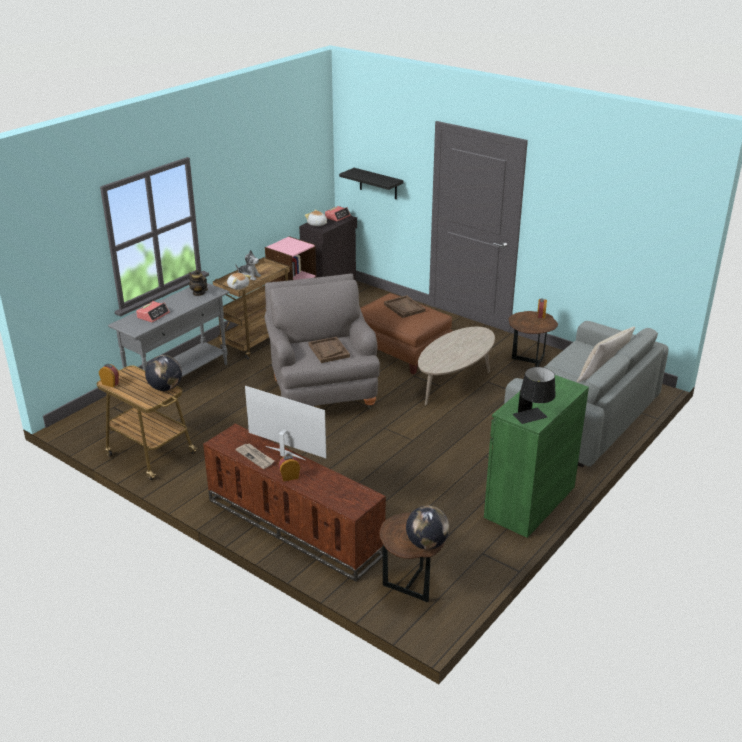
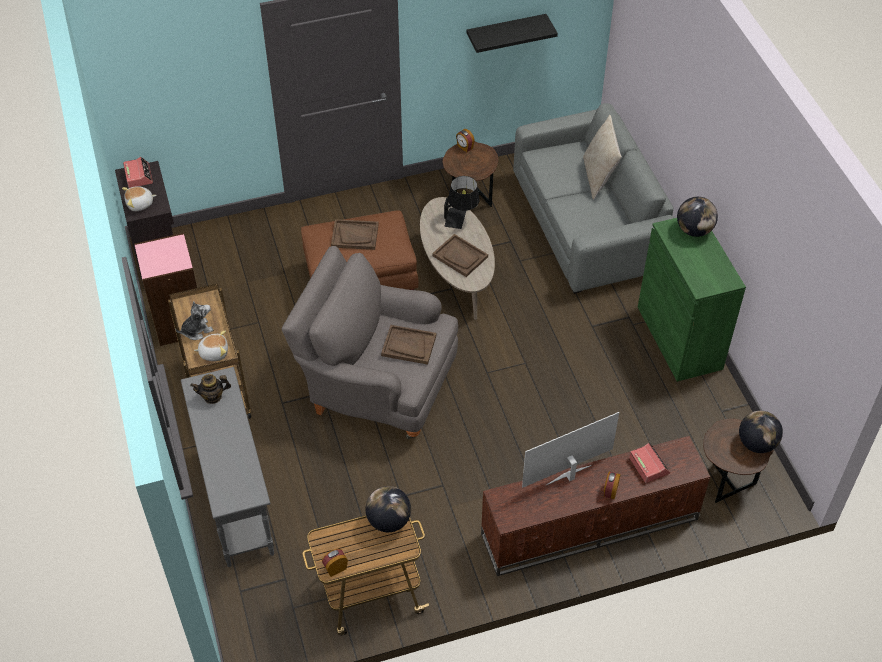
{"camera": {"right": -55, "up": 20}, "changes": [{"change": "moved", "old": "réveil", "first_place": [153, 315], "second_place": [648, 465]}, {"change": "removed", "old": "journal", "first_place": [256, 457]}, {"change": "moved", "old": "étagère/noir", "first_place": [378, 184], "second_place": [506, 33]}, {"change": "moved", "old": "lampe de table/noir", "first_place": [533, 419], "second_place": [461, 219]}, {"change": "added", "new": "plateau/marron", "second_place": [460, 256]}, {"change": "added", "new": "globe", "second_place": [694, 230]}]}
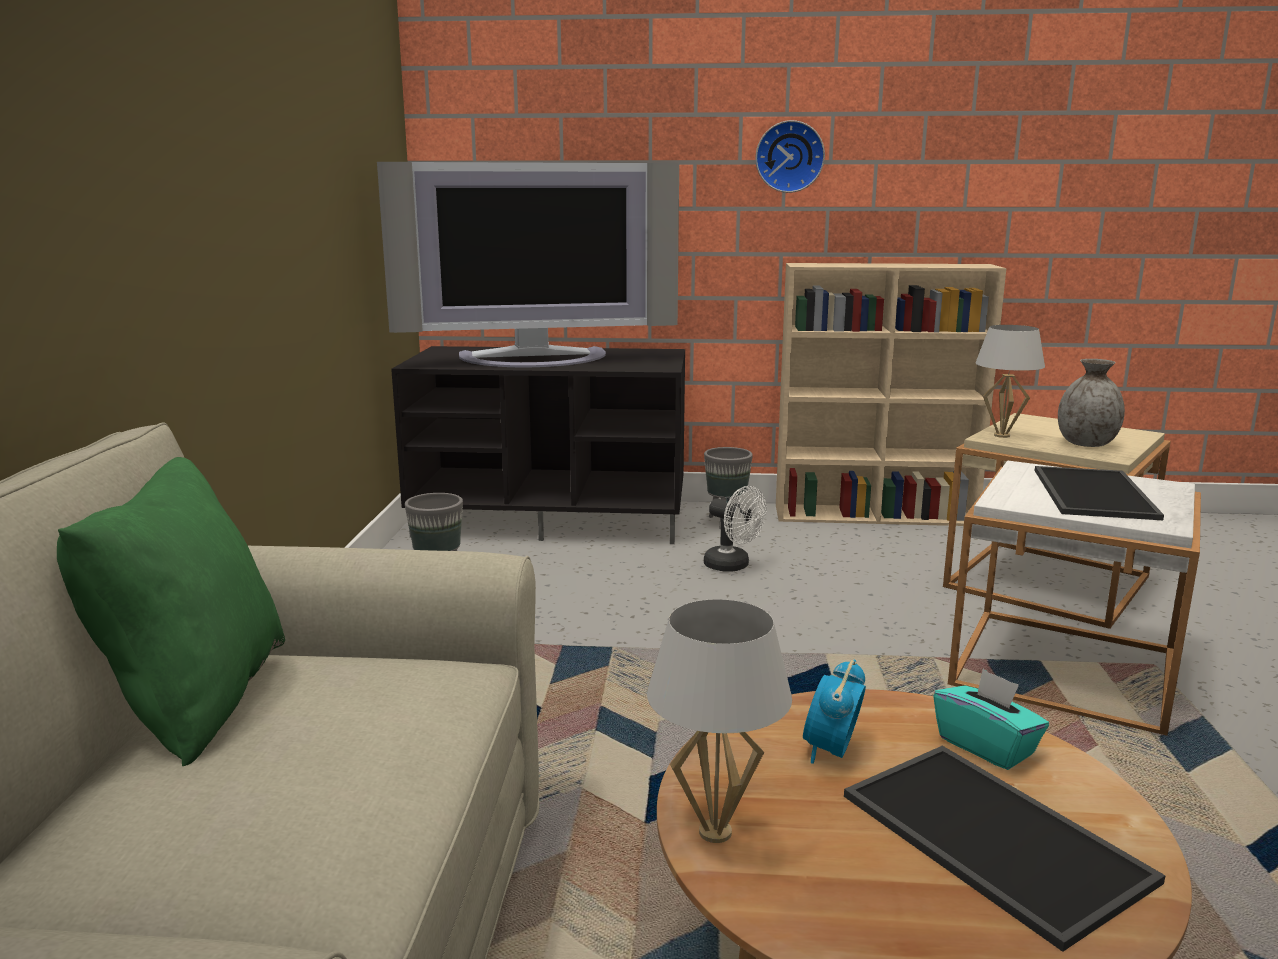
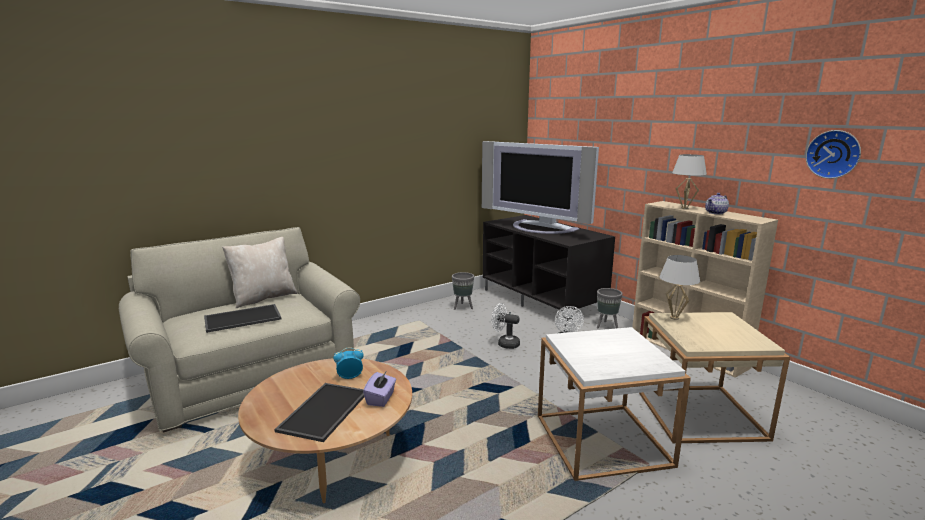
{"camera": {"right": 50, "up": 0}, "changes": [{"change": "recoloured", "old": "coussin/vert", "new": "coussin/beige", "first_place": [196, 700], "second_place": [263, 298]}, {"change": "moved", "old": "lampe de table/blanc", "first_place": [715, 832], "second_place": [684, 208]}, {"change": "moved", "old": "horloge murale", "first_place": [789, 157], "second_place": [833, 154]}, {"change": "recoloured", "old": "boîte à mouchoirs/turquoise", "new": "boîte à mouchoirs/violet", "first_place": [986, 746], "second_place": [381, 398]}, {"change": "moved", "old": "plateau", "first_place": [1090, 493], "second_place": [243, 318]}, {"change": "removed", "old": "vase/gris", "first_place": [1086, 444]}, {"change": "added", "new": "ventilateur/blanc", "second_place": [505, 344]}, {"change": "added", "new": "théière", "second_place": [716, 213]}]}
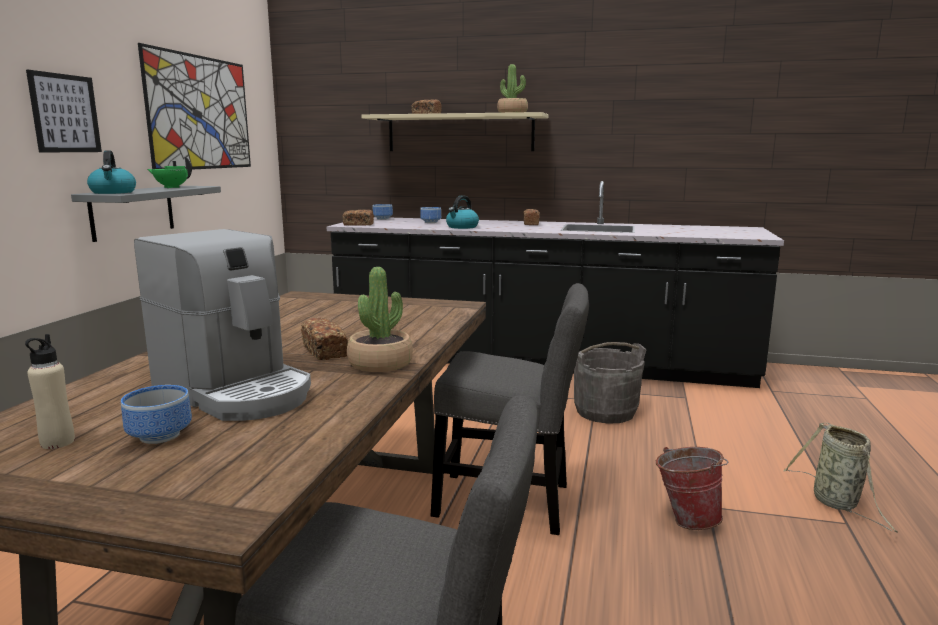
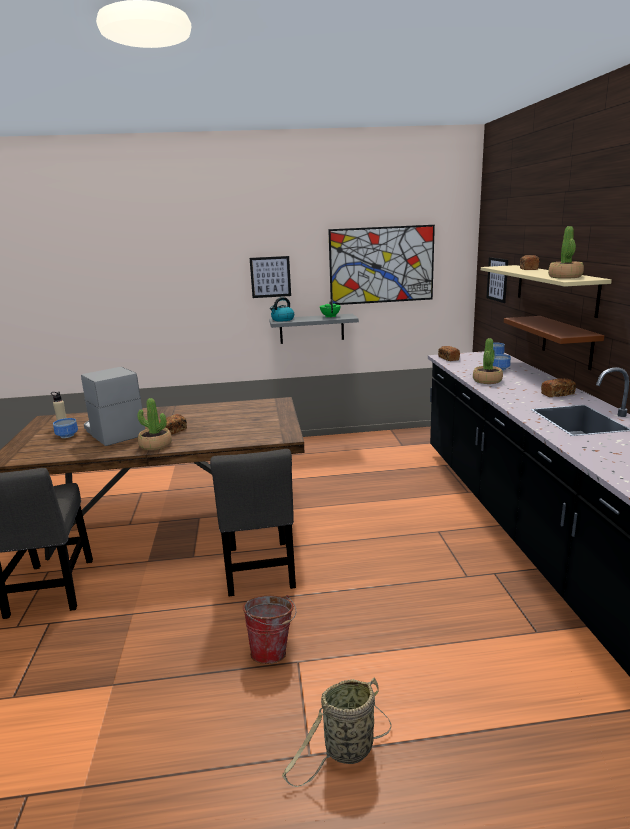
{"camera": {"right": 70, "up": 5}, "changes": [{"change": "turned", "old": "machine à café", "first_place": [235, 391], "second_place": [113, 432], "degrees": 120}, {"change": "replaced", "old": "bouilloire", "new": "plante en pot", "first_place": [462, 227], "second_place": [487, 381]}, {"change": "removed", "old": "seau/gris", "first_place": [605, 412]}, {"change": "added", "new": "tableau", "second_place": [497, 279]}, {"change": "added", "new": "étagère/marron", "second_place": [567, 342]}]}
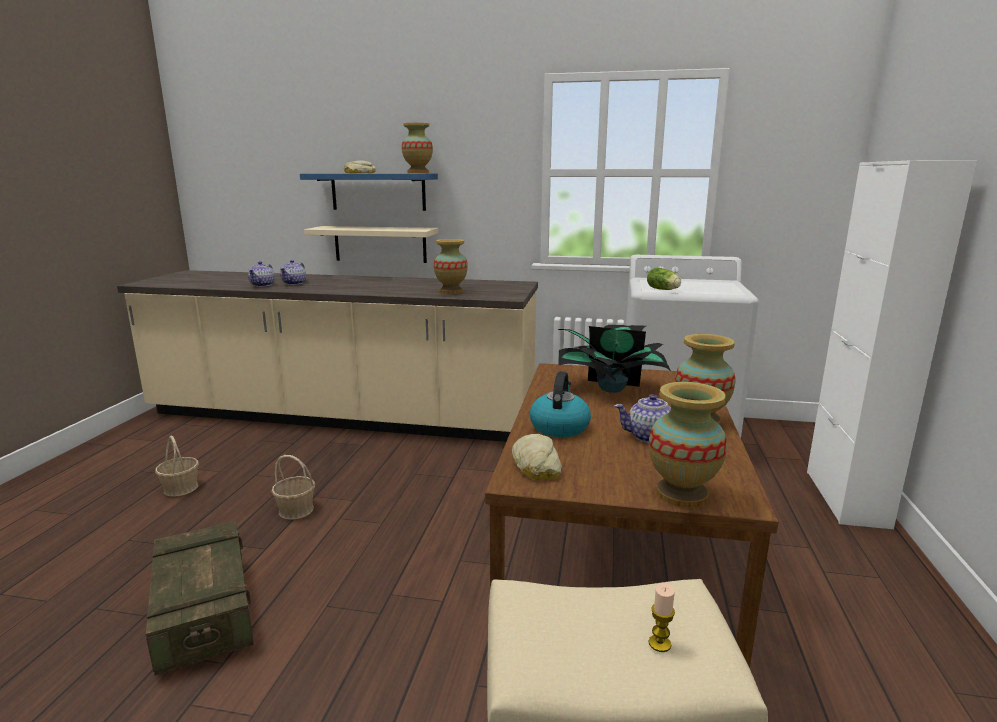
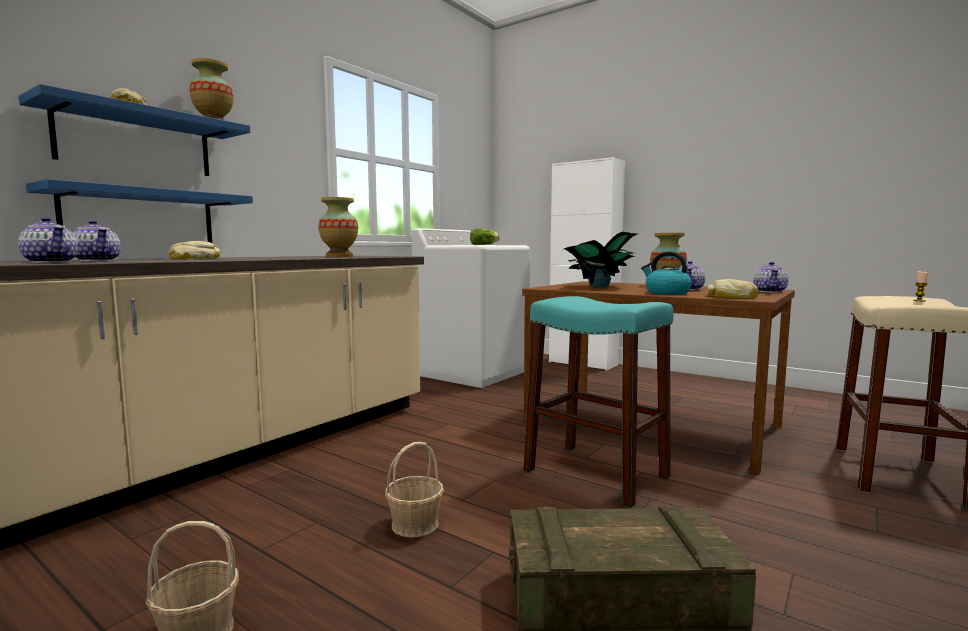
{"camera": {"right": -65, "up": -10}, "changes": [{"change": "recoloured", "old": "étagère/beige", "new": "étagère/bleu", "first_place": [380, 244], "second_place": [140, 217]}, {"change": "replaced", "old": "vase", "new": "théière", "first_place": [682, 495], "second_place": [770, 291]}, {"change": "added", "new": "pain", "second_place": [194, 258]}, {"change": "added", "new": "tabouret/turquoise", "second_place": [595, 473]}]}
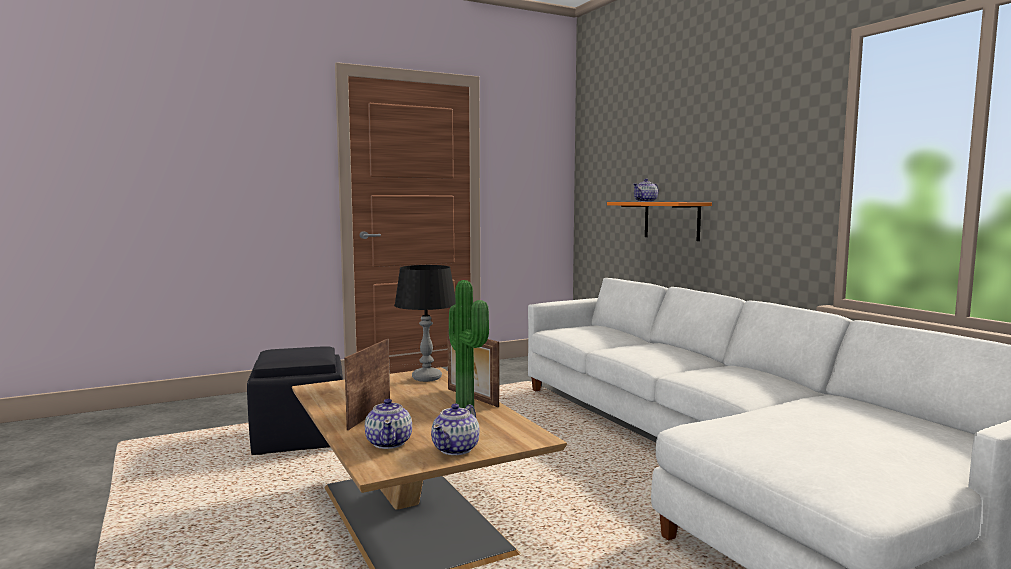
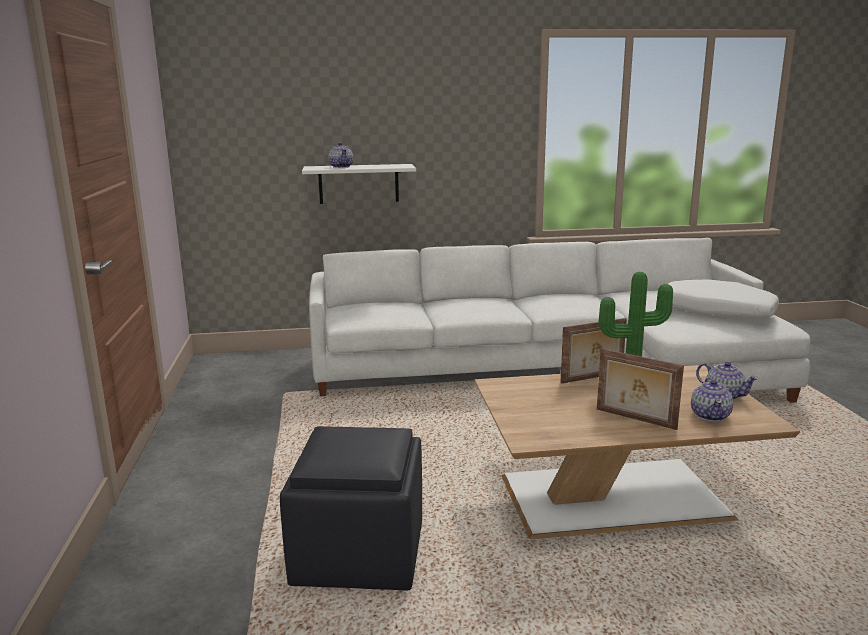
{"camera": {"right": -70, "up": 10}, "changes": [{"change": "turned", "old": "théière", "first_place": [389, 443], "second_place": [710, 415], "degrees": 90}, {"change": "removed", "old": "lampe de table/noir", "first_place": [427, 378]}, {"change": "recoloured", "old": "étagère/orange", "new": "étagère/blanc", "first_place": [671, 220], "second_place": [358, 183]}, {"change": "added", "new": "coussin/blanc", "second_place": [715, 312]}]}
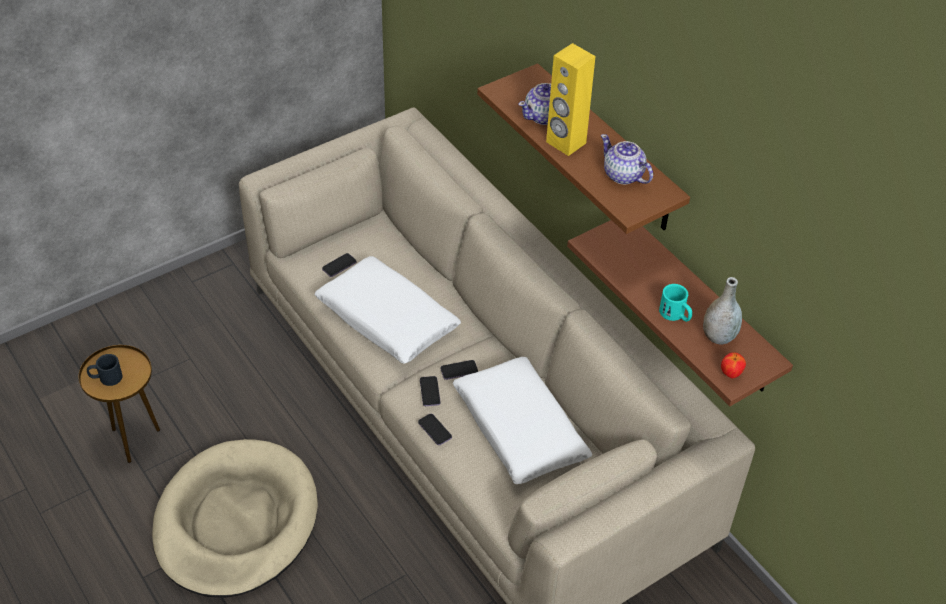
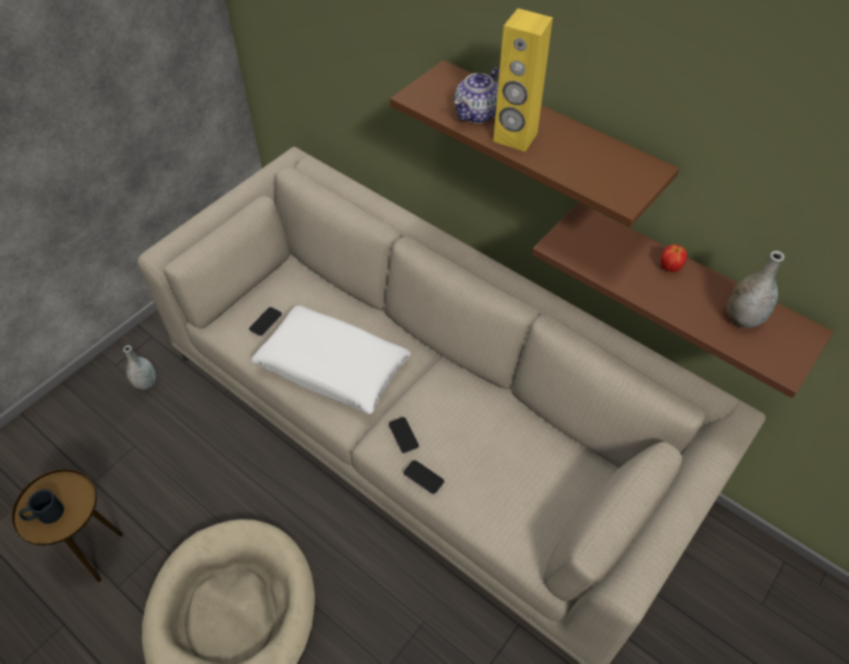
{"camera": {"right": -15, "up": 5}, "changes": [{"change": "removed", "old": "téléphone", "first_place": [459, 370]}, {"change": "removed", "old": "coussin/blanc", "first_place": [519, 429]}, {"change": "removed", "old": "théière", "first_place": [623, 175]}, {"change": "removed", "old": "mug/turquoise", "first_place": [675, 315]}, {"change": "moved", "old": "pomme", "first_place": [730, 374], "second_place": [669, 268]}, {"change": "added", "new": "vase/gris", "second_place": [146, 383]}]}
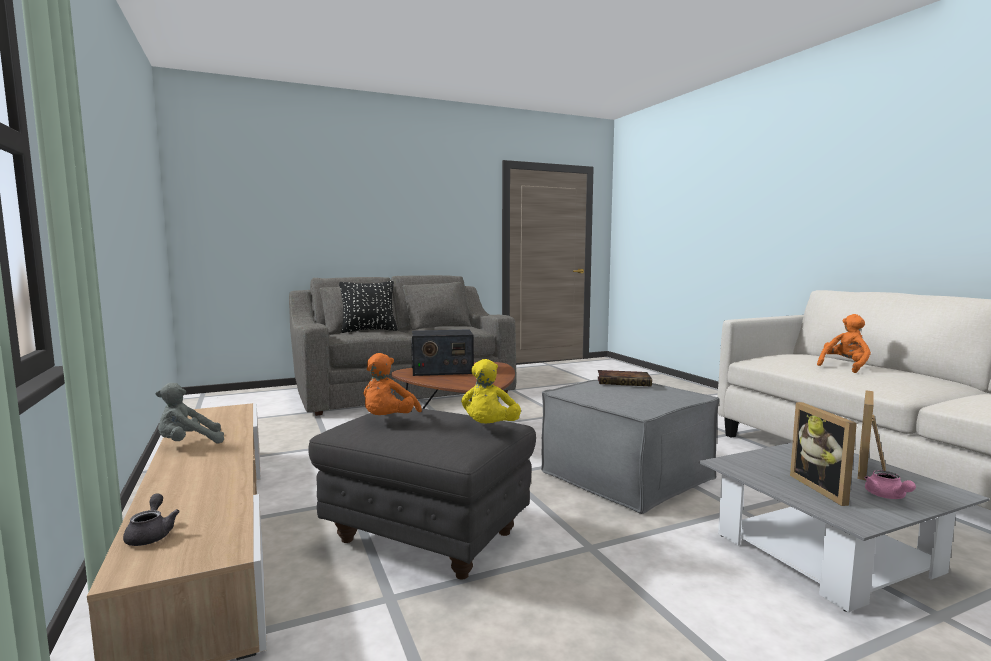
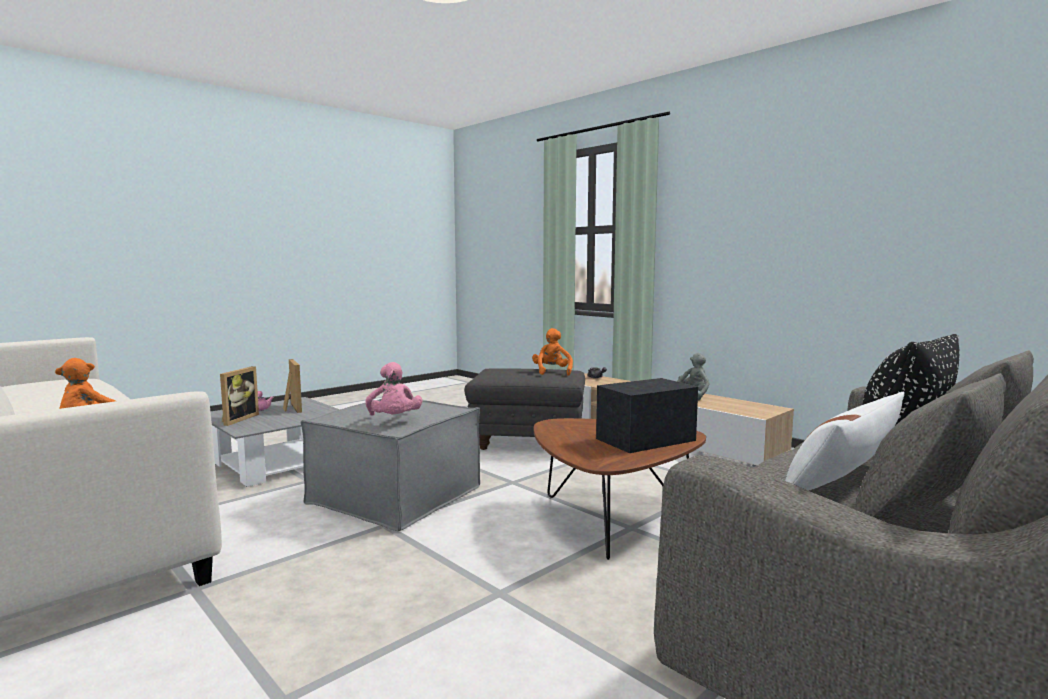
{"camera": {"right": 160, "up": 0}, "changes": [{"change": "removed", "old": "peluche/jaune", "first_place": [489, 429]}, {"change": "replaced", "old": "livre", "new": "peluche/rose", "first_place": [625, 382], "second_place": [394, 419]}, {"change": "added", "new": "coussin/blanc", "second_place": [843, 480]}]}
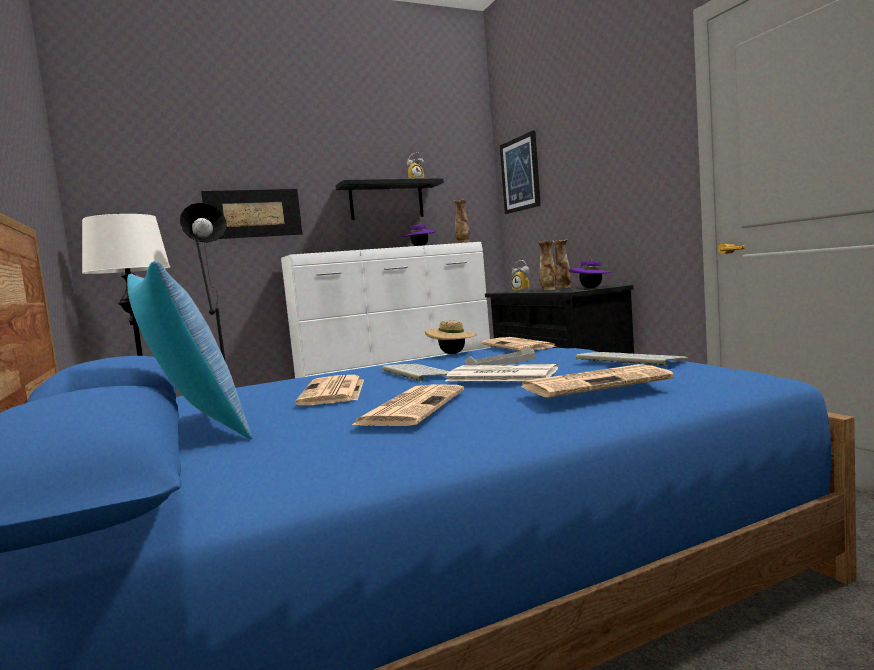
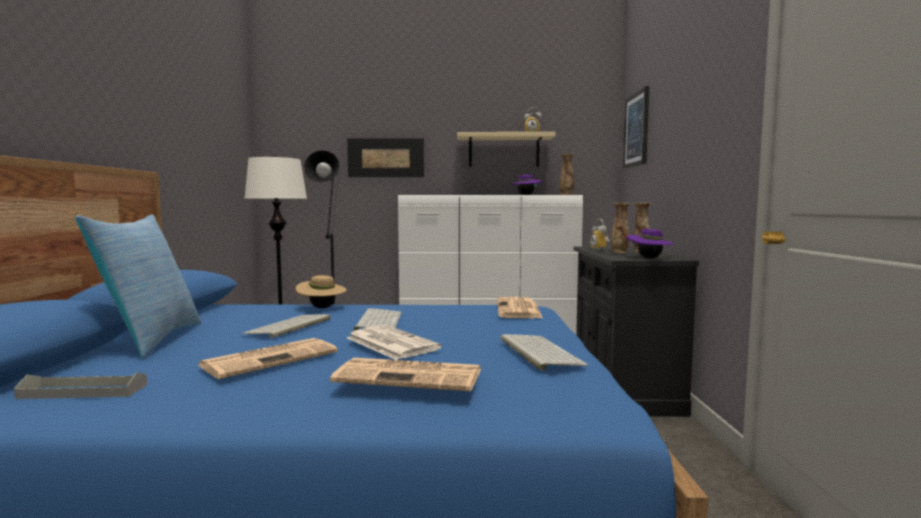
{"camera": {"right": 25, "up": 0}, "changes": [{"change": "replaced", "old": "journal", "new": "clavier", "first_place": [333, 392], "second_place": [289, 326]}, {"change": "recoloured", "old": "étagère/noir", "new": "étagère/beige", "first_place": [386, 201], "second_place": [504, 151]}, {"change": "moved", "old": "chapeau/beige", "first_place": [452, 354], "second_place": [322, 308]}, {"change": "moved", "old": "plateau/gris", "first_place": [500, 363], "second_place": [83, 391]}]}
